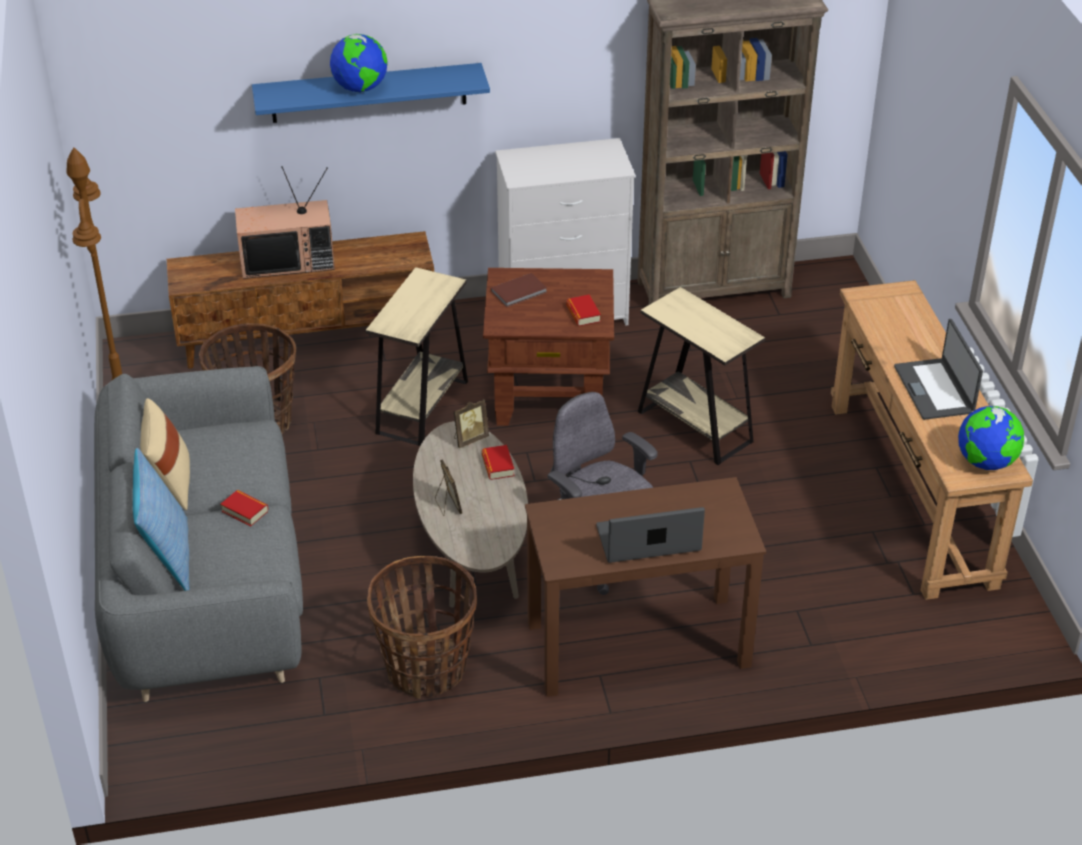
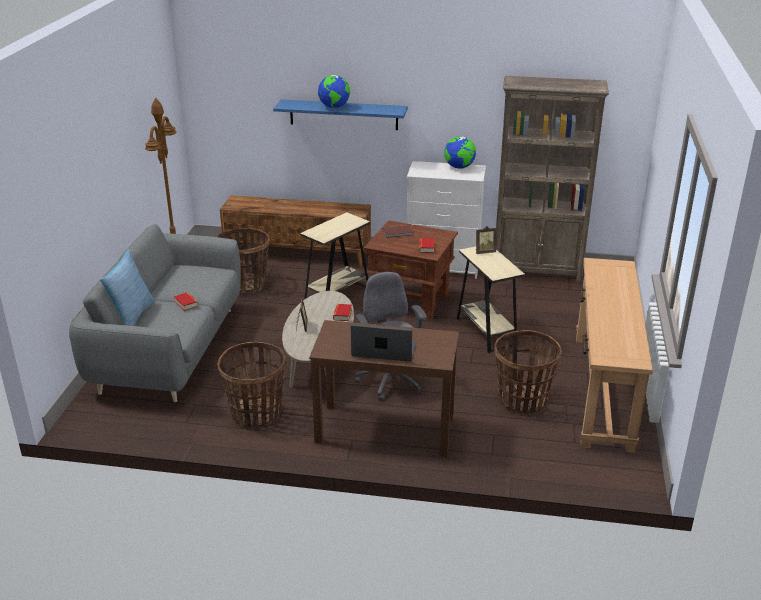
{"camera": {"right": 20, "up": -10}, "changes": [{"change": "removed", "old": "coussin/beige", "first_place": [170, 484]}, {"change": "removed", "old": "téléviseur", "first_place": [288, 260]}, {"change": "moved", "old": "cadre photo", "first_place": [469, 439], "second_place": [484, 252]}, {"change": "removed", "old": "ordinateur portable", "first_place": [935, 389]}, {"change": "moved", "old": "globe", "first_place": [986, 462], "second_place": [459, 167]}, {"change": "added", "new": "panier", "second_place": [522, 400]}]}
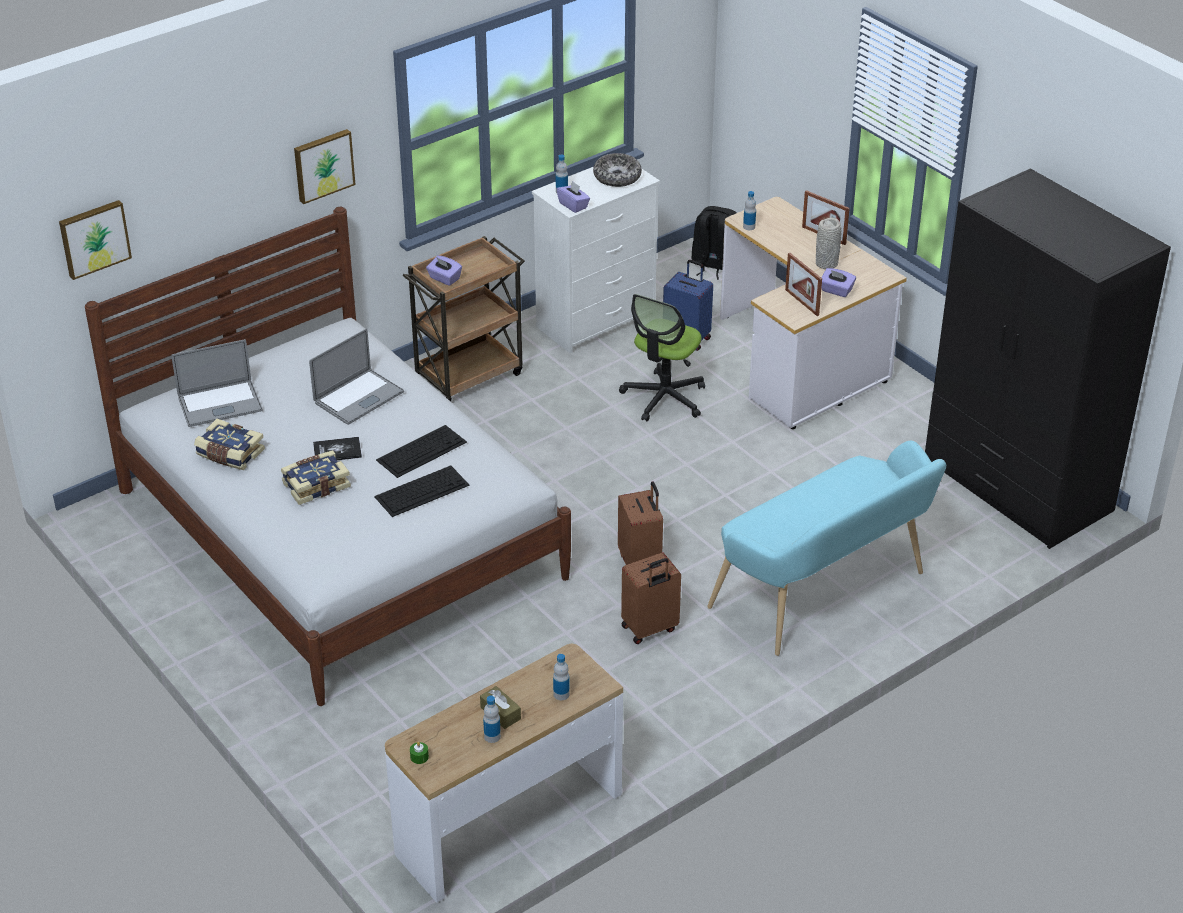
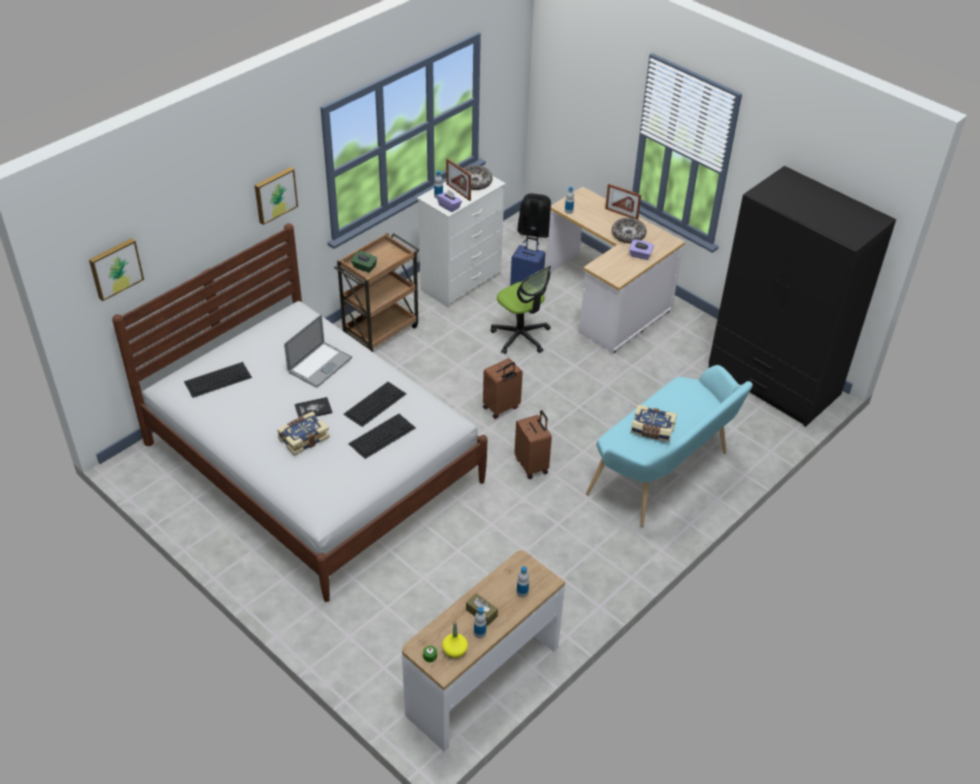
{"camera": {"right": -10, "up": 5}, "changes": [{"change": "replaced", "old": "ordinateur portable", "new": "clavier", "first_place": [220, 404], "second_place": [218, 379]}, {"change": "moved", "old": "livre", "first_place": [229, 454], "second_place": [652, 430]}, {"change": "recoloured", "old": "boîte à mouchoirs/violet", "new": "boîte à mouchoirs/vert", "first_place": [444, 278], "second_place": [364, 267]}, {"change": "turned", "old": "chaise de bureau", "first_place": [664, 398], "second_place": [521, 336], "degrees": -60}, {"change": "moved", "old": "valise/marron", "first_place": [650, 629], "second_place": [501, 408]}, {"change": "moved", "old": "cadre photo", "first_place": [802, 302], "second_place": [458, 192]}, {"change": "replaced", "old": "vase/gris", "new": "bol", "first_place": [826, 263], "second_place": [628, 235]}, {"change": "added", "new": "bouteille/jaune", "second_place": [454, 650]}]}
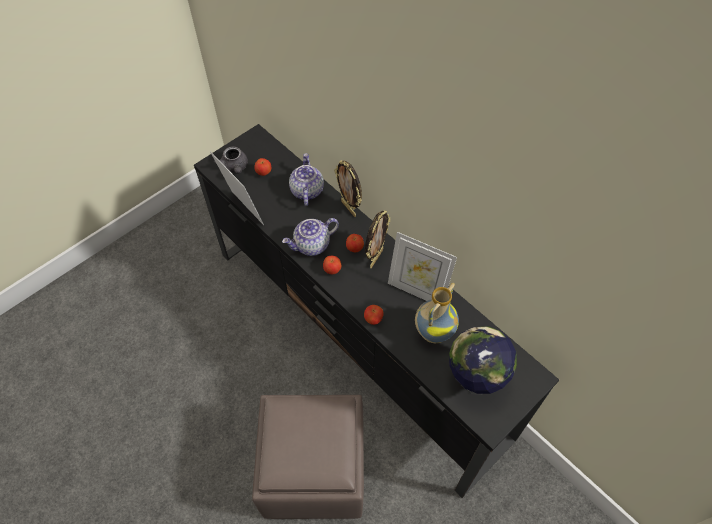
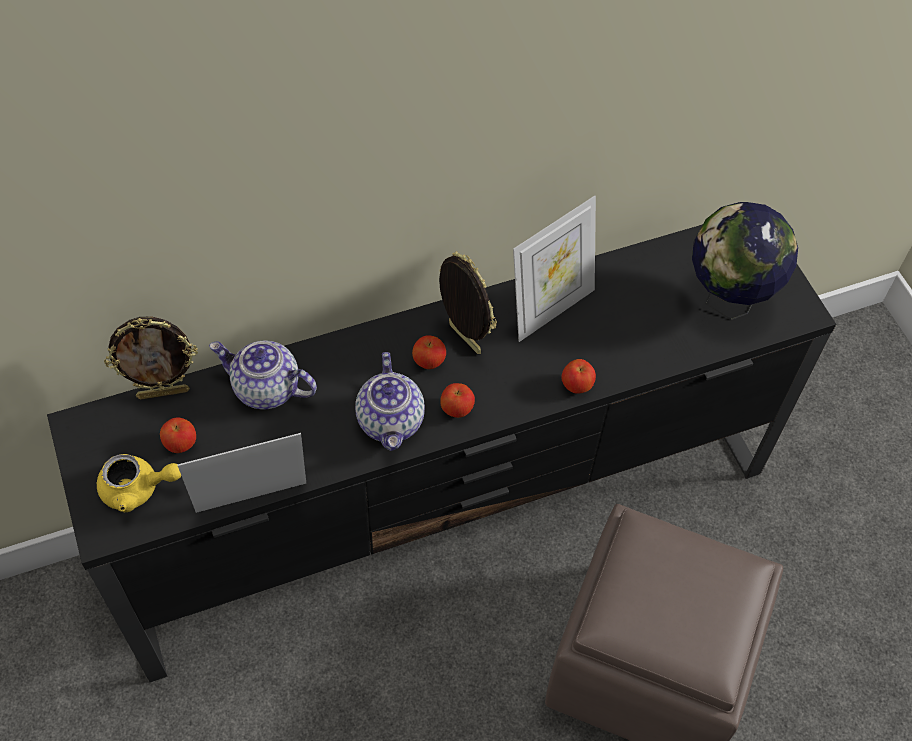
{"camera": {"right": -70, "up": 0}, "changes": [{"change": "recoloured", "old": "théière/gris", "new": "théière/jaune", "first_place": [235, 167], "second_place": [138, 489]}, {"change": "moved", "old": "cadre photo", "first_place": [349, 208], "second_place": [163, 392]}, {"change": "removed", "old": "vase", "first_place": [432, 332]}]}
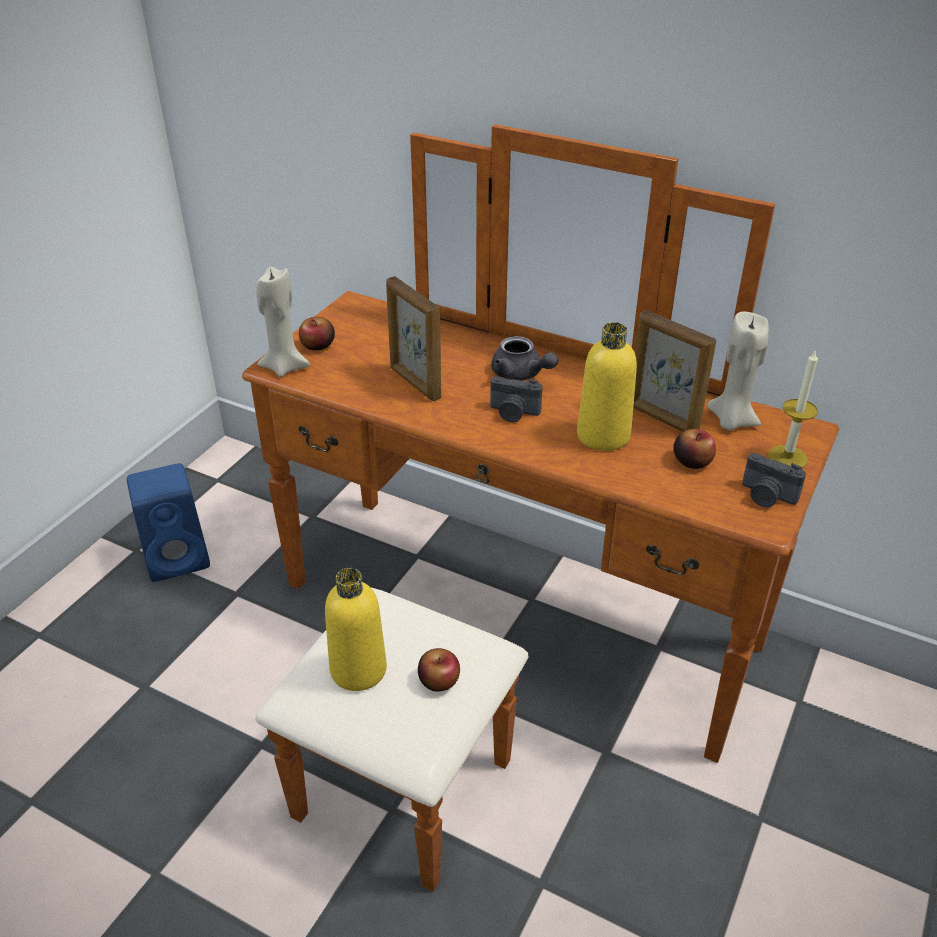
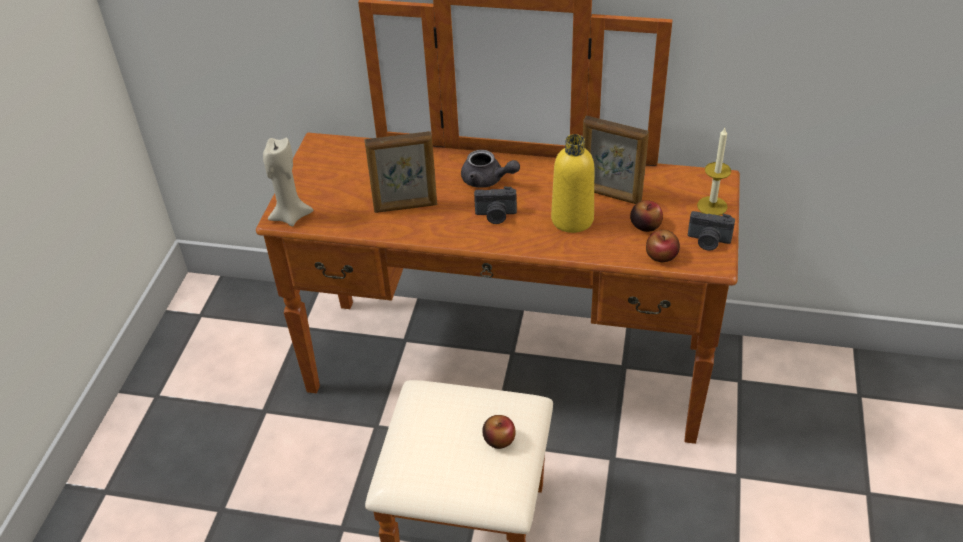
{"camera": {"right": -15, "up": 5}, "changes": [{"change": "removed", "old": "enceinte/bleu", "first_place": [179, 557]}, {"change": "moved", "old": "pomme", "first_place": [318, 345], "second_place": [661, 255]}, {"change": "removed", "old": "bouteille/jaune", "first_place": [358, 669]}, {"change": "turned", "old": "cadre photo", "first_place": [414, 383], "second_place": [406, 207], "degrees": -45}, {"change": "removed", "old": "bougie/beige", "first_place": [731, 421]}]}
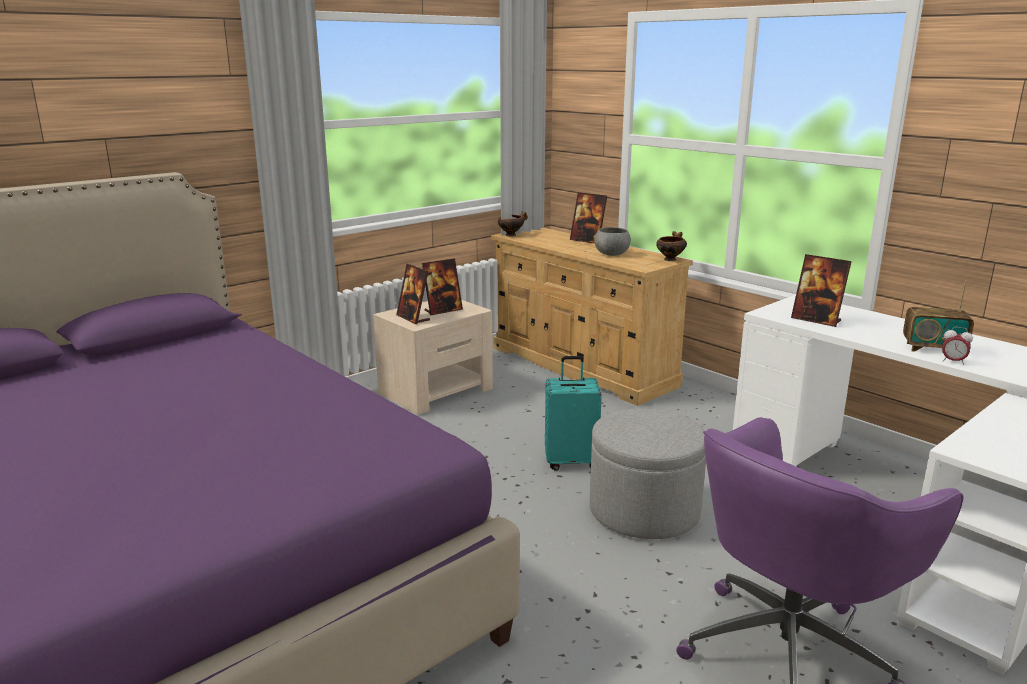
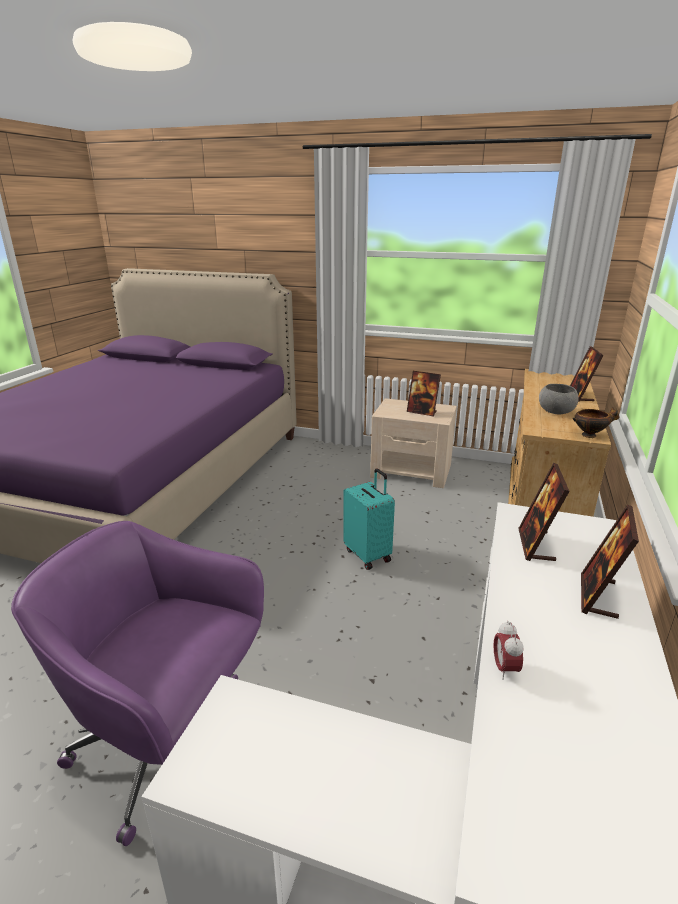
{"camera": {"right": 60, "up": 5}, "changes": [{"change": "moved", "old": "cadre photo", "first_place": [413, 318], "second_place": [598, 596]}, {"change": "removed", "old": "bol", "first_place": [511, 235]}, {"change": "removed", "old": "pouf/gris", "first_place": [644, 511]}, {"change": "removed", "old": "radio", "first_place": [933, 348]}]}
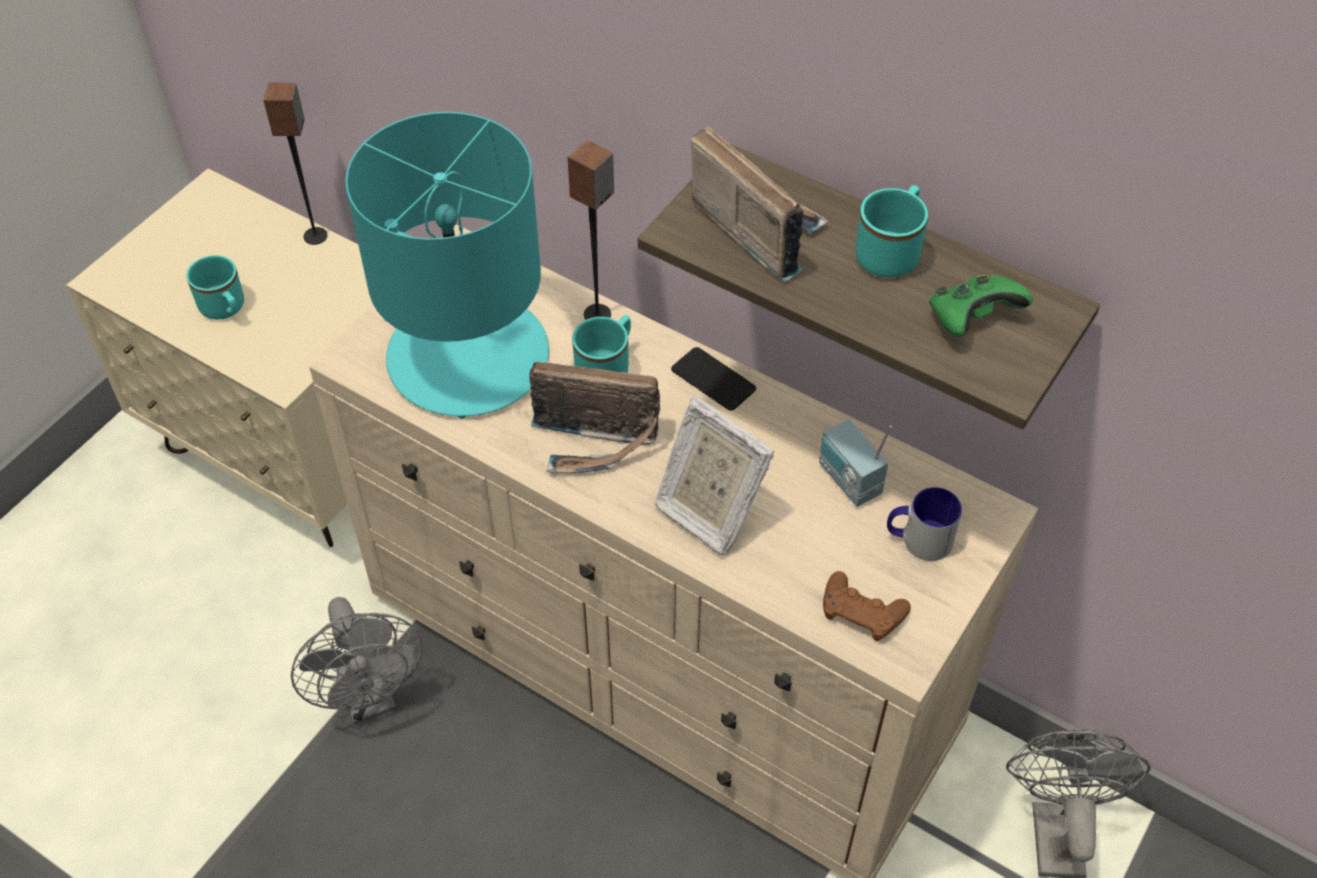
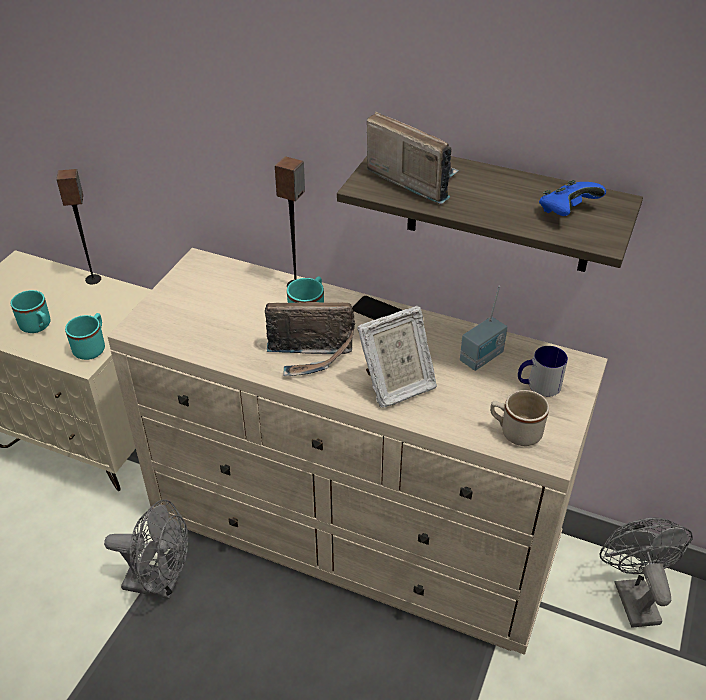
{"camera": {"right": -10, "up": -10}, "changes": [{"change": "turned", "old": "ventilateur/gris", "first_place": [370, 698], "second_place": [160, 583], "degrees": -45}, {"change": "removed", "old": "lampe de table/turquoise", "first_place": [466, 356]}, {"change": "turned", "old": "cadre photo", "first_place": [708, 511], "second_place": [396, 386], "degrees": -60}, {"change": "turned", "old": "radio", "first_place": [848, 481], "second_place": [483, 358], "degrees": -90}, {"change": "replaced", "old": "manette/marron", "new": "mug/beige", "first_place": [861, 612], "second_place": [515, 432]}, {"change": "moved", "old": "mug/turquoise", "first_place": [891, 252], "second_place": [92, 347]}, {"change": "recoloured", "old": "manette/vert", "new": "manette/bleu", "first_place": [972, 319], "second_place": [567, 211]}]}
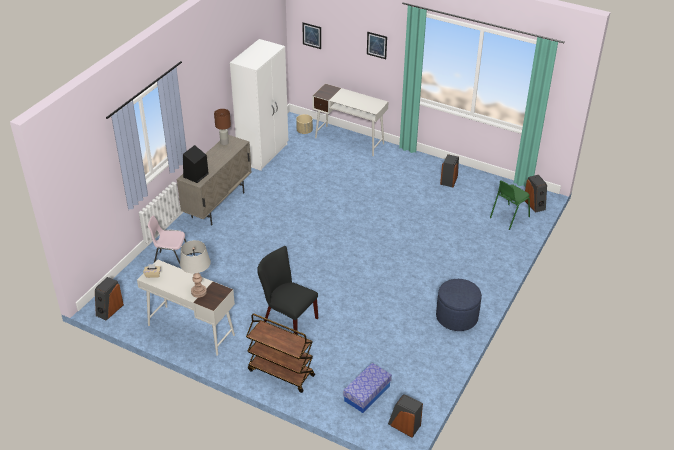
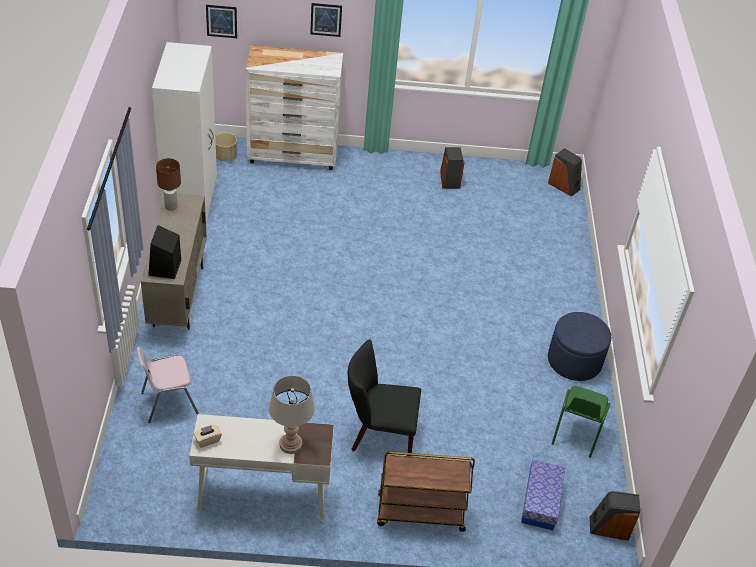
{"camera": {"right": -30, "up": 5}, "changes": [{"change": "removed", "old": "enceinte", "first_place": [109, 310]}, {"change": "replaced", "old": "bureau/blanc", "new": "commode/blanc", "first_place": [349, 140], "second_place": [293, 156]}, {"change": "moved", "old": "chaise/vert", "first_place": [508, 217], "second_place": [576, 433]}]}
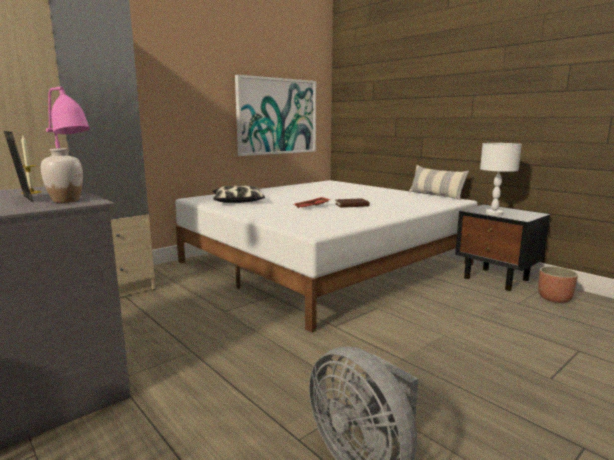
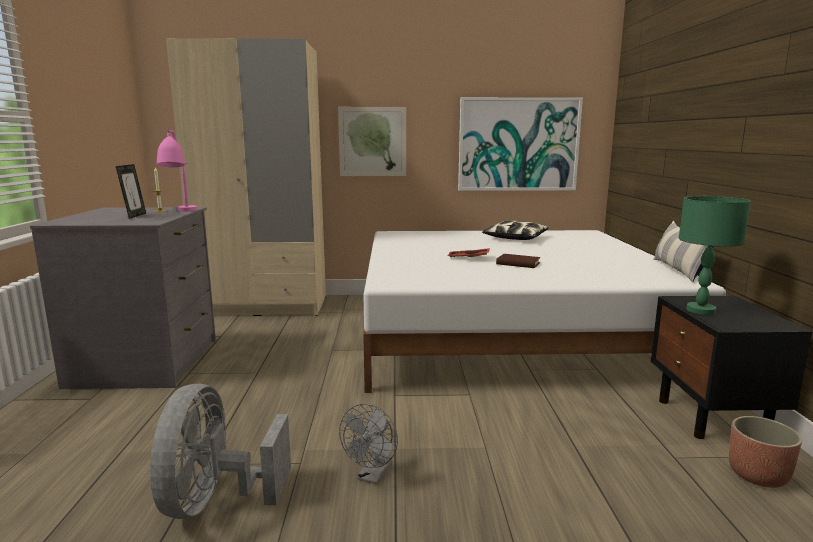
{"camera": {"right": 40, "up": 0}, "changes": [{"change": "removed", "old": "vase/blanc", "first_place": [66, 201]}, {"change": "moved", "old": "coussin", "first_place": [238, 201], "second_place": [515, 238]}, {"change": "recoloured", "old": "lampe de table/blanc", "new": "lampe de table/vert", "first_place": [494, 213], "second_place": [701, 310]}, {"change": "added", "new": "tableau", "second_place": [372, 142]}, {"change": "added", "new": "ventilateur/gris", "second_place": [372, 476]}]}
